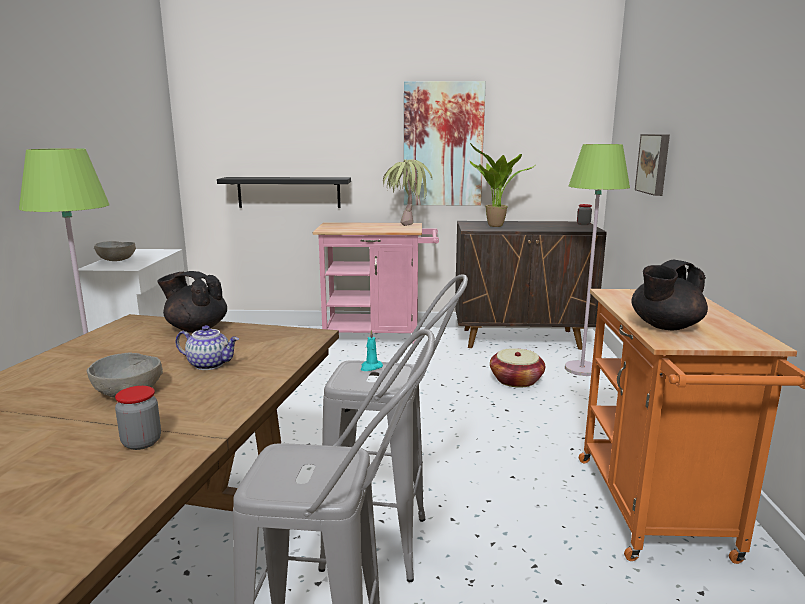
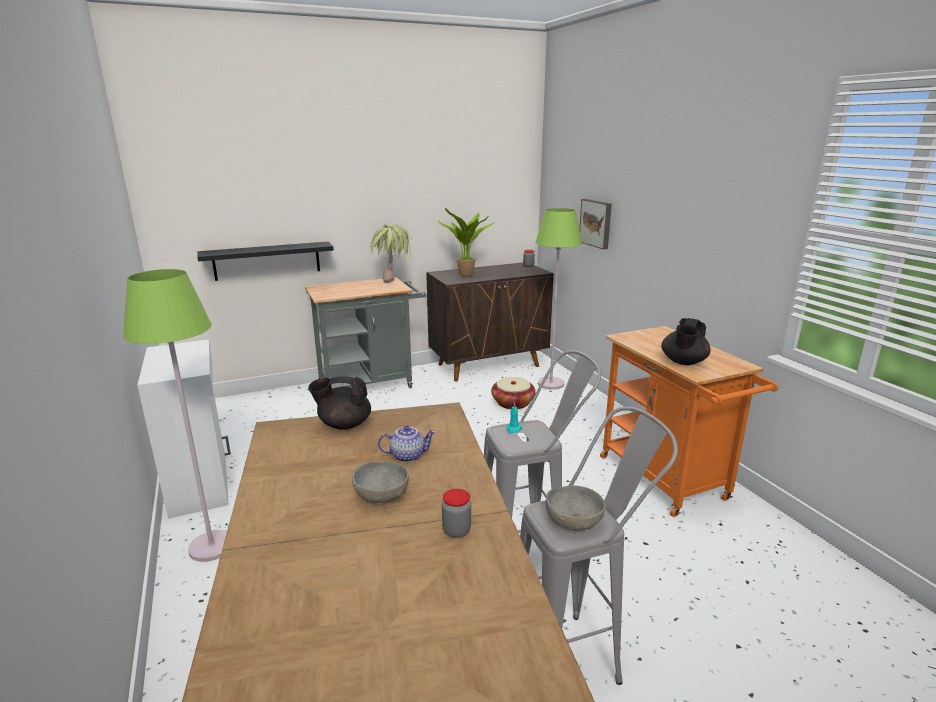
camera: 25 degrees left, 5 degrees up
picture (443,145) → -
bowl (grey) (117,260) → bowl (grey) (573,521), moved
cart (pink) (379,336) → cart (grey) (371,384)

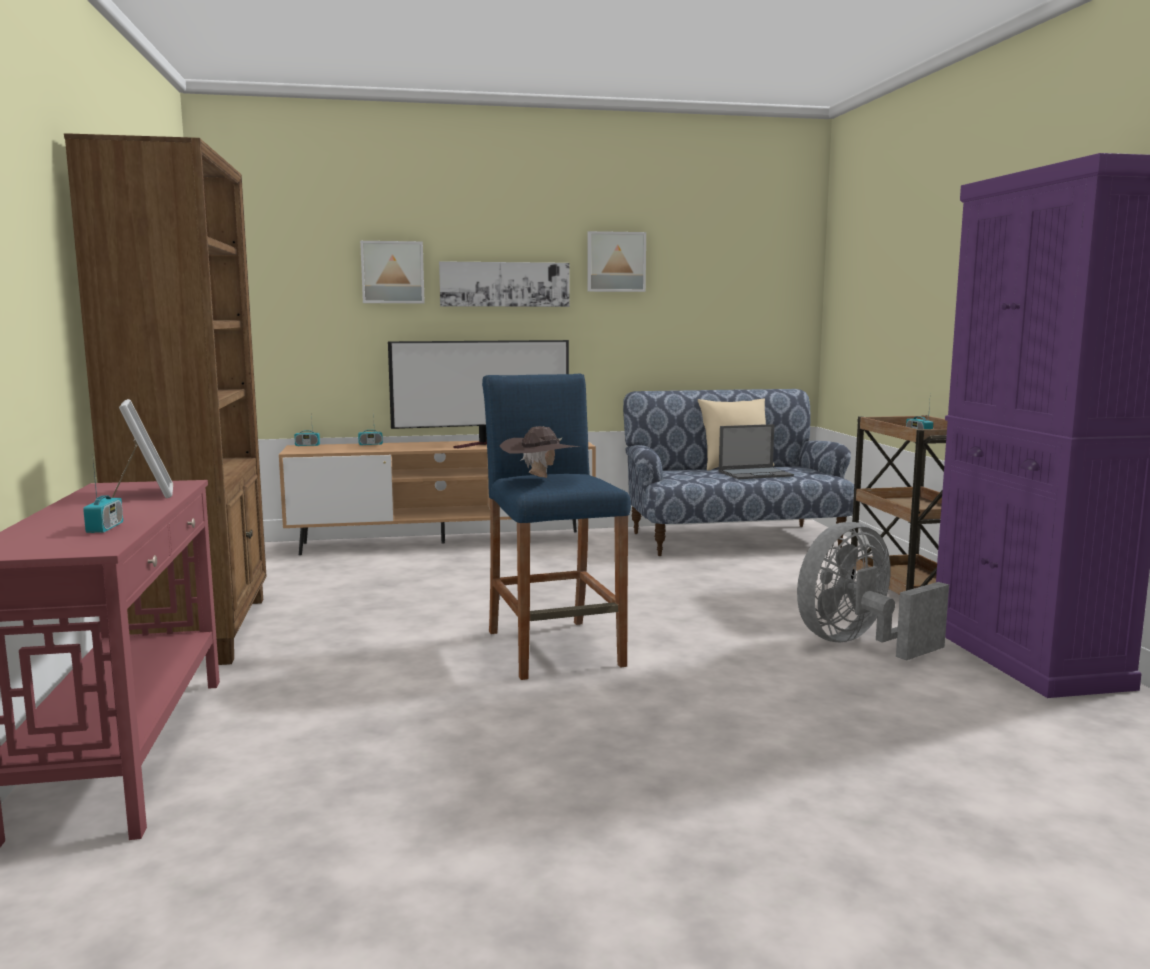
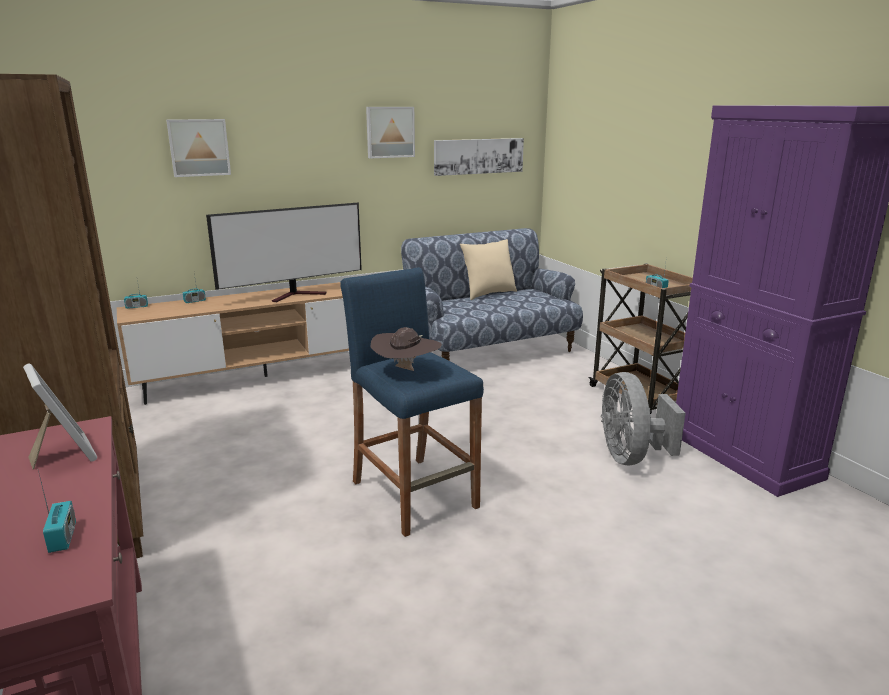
camera: 15 degrees left, 10 degrees up
laptop (756,474) → -
picture (504,284) → picture (478,156), moved
fan (grey) (858,643) → fan (grey) (631,456), 45 degrees counterclockwise

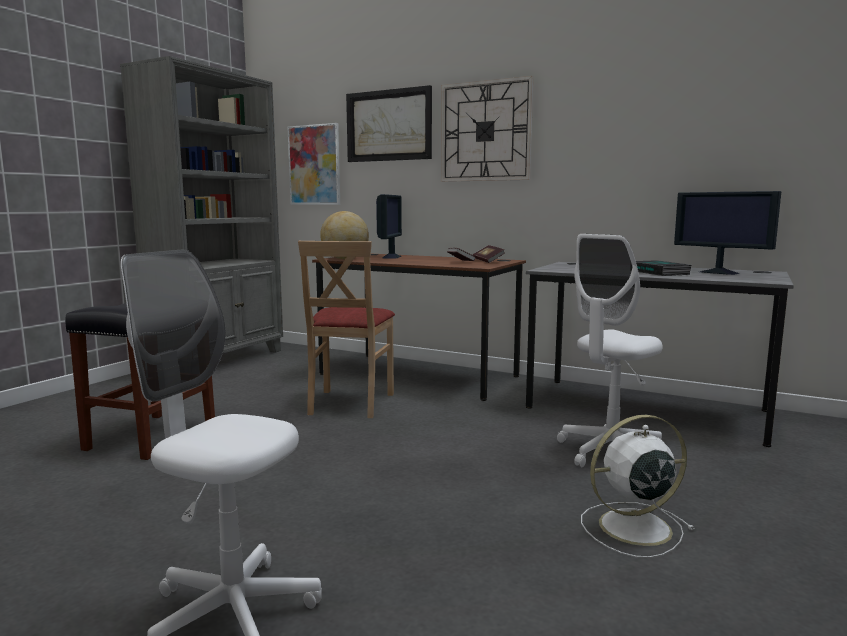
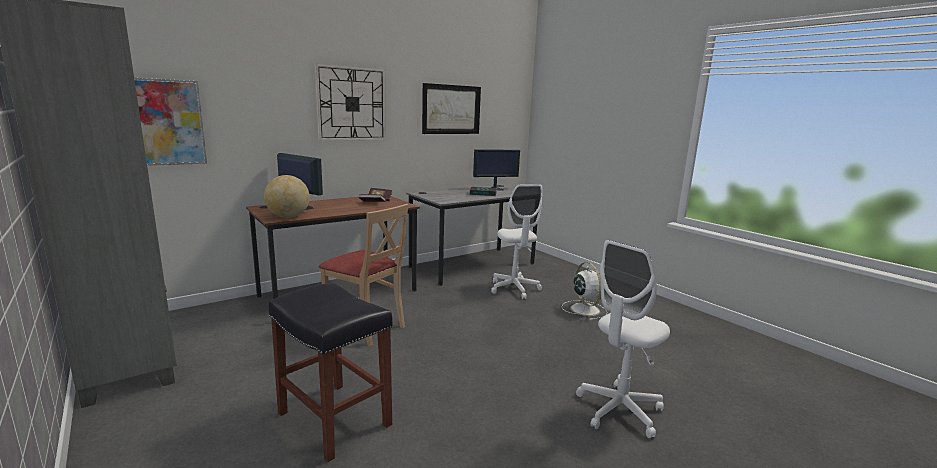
camera: 65 degrees left, 5 degrees up
picture (389,125) → picture (451,109), moved
fan (white) (632,528) → fan (white) (584,309), 150 degrees clockwise

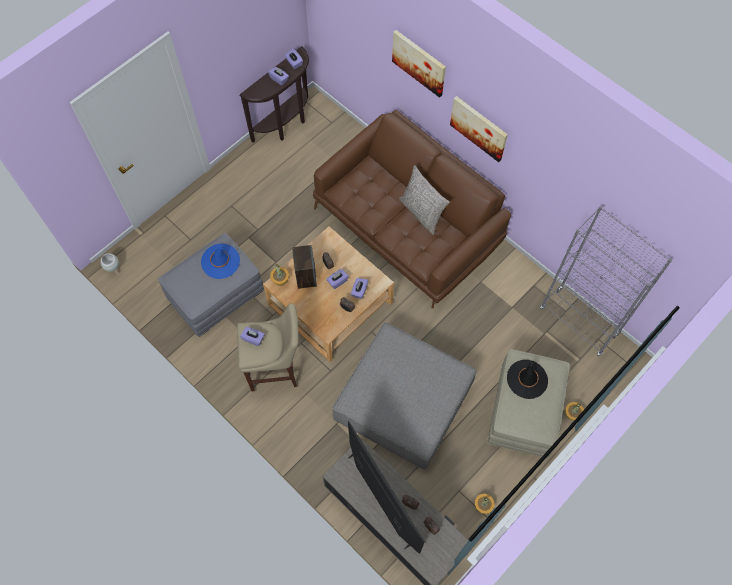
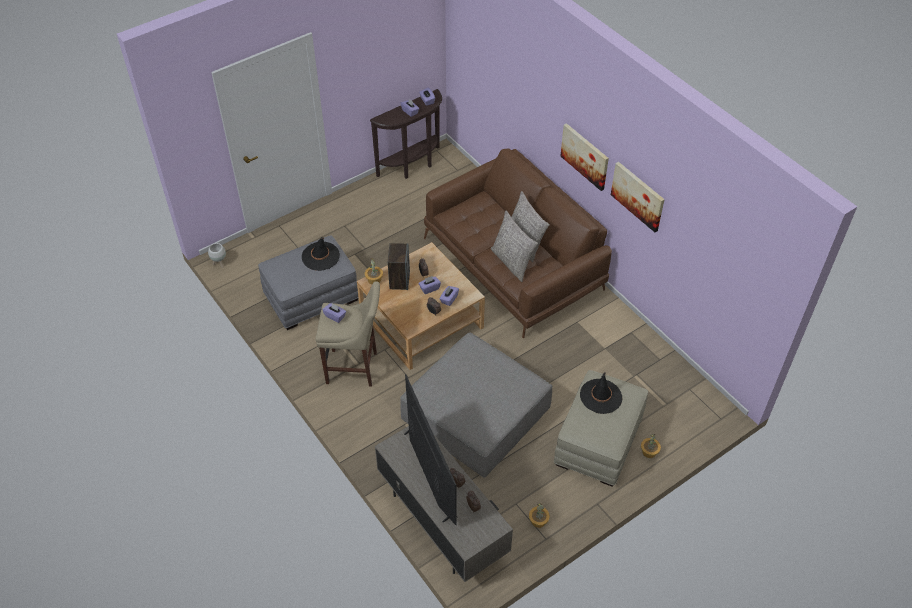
camera: 10 degrees right, 15 degrees down
bookcase (grey) (578,322) → -
- → pillow (grey) (512,262)
picture (419,62) → picture (638,196), moved
hat (blue) (220,261) → hat (black) (320,256)

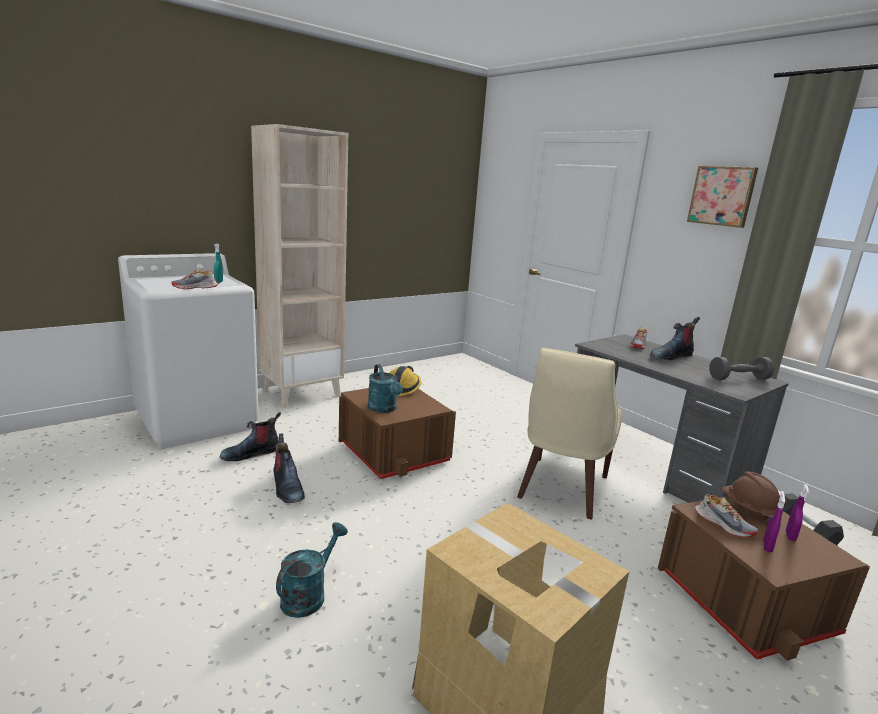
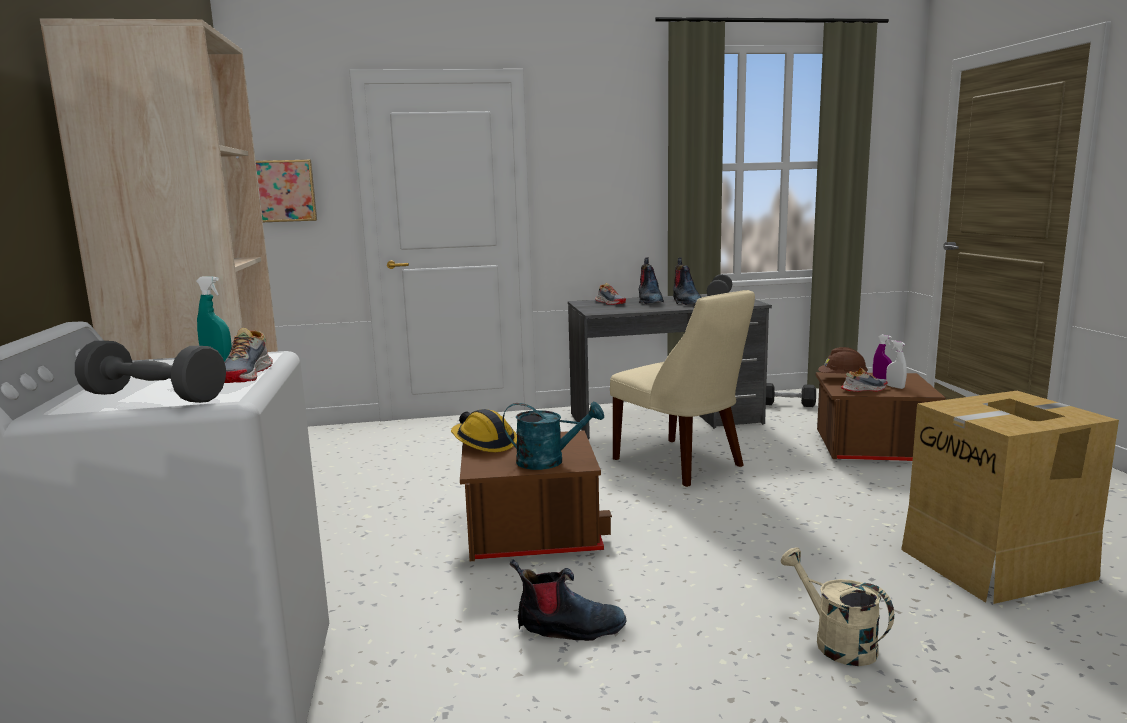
camera: 60 degrees left, 5 degrees down
- → dumbbell (grey) (154,397)
boot (251,453) → boot (685,302), moved
picture (722,196) → picture (283,191), moved
watering can (turquoise) (308,594) → watering can (beige) (836,642)
spray bottle (purple) (767,546) → spray bottle (white) (895,387)

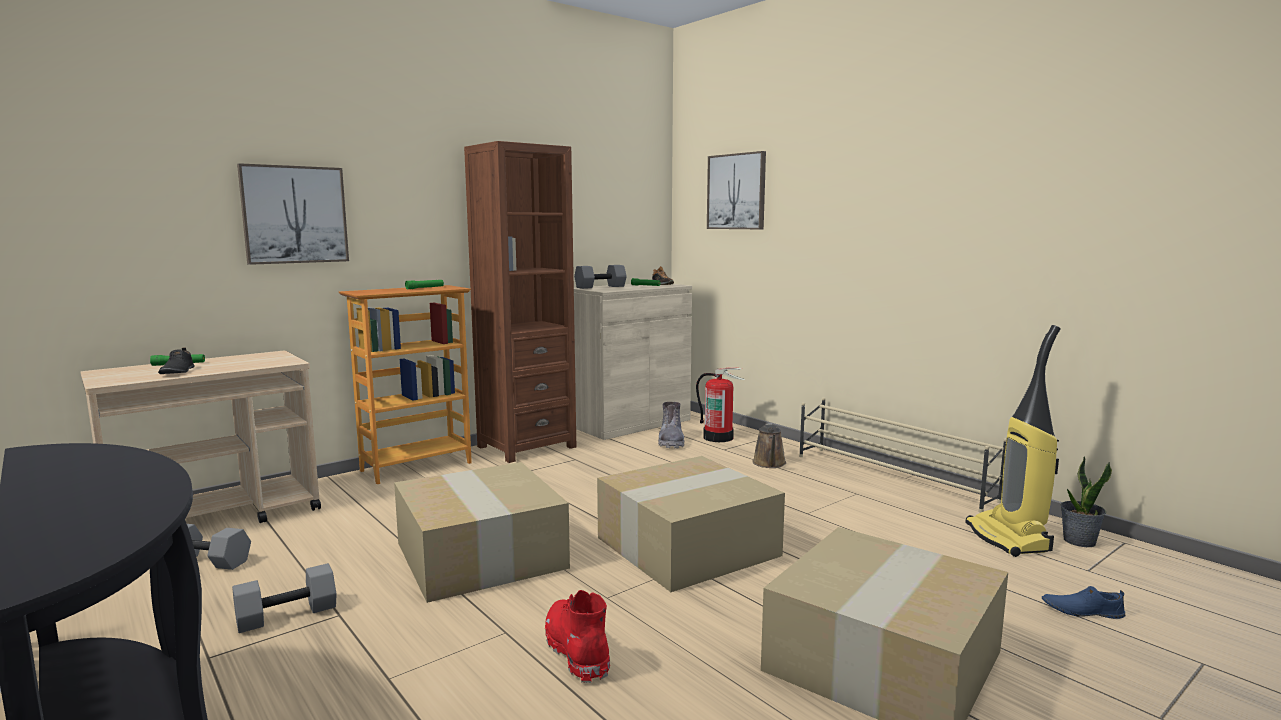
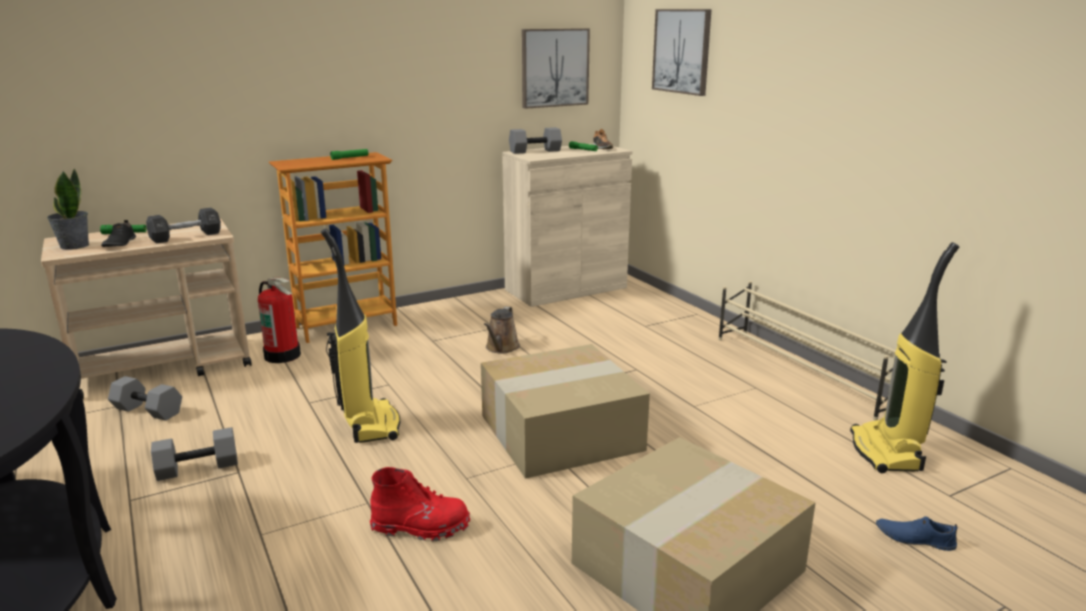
camera: 10 degrees right, 10 degrees up
bookcase (brown) (526,447) → -
boot (grey) (671,442) → -
- → dumbbell (black) (186,236)
picture (294,214) → picture (554,68), moved
fire extinguisher (718,437) → fire extinguisher (283,355), moved
watering can (brown) (769,464) → watering can (brown) (501,348), moved
potted plant (1079,541) → potted plant (74,246), moved
cardboard box (478,555) → vacuum cleaner (370,424)
boot (red) (577,651) → boot (red) (421,527), 105 degrees clockwise

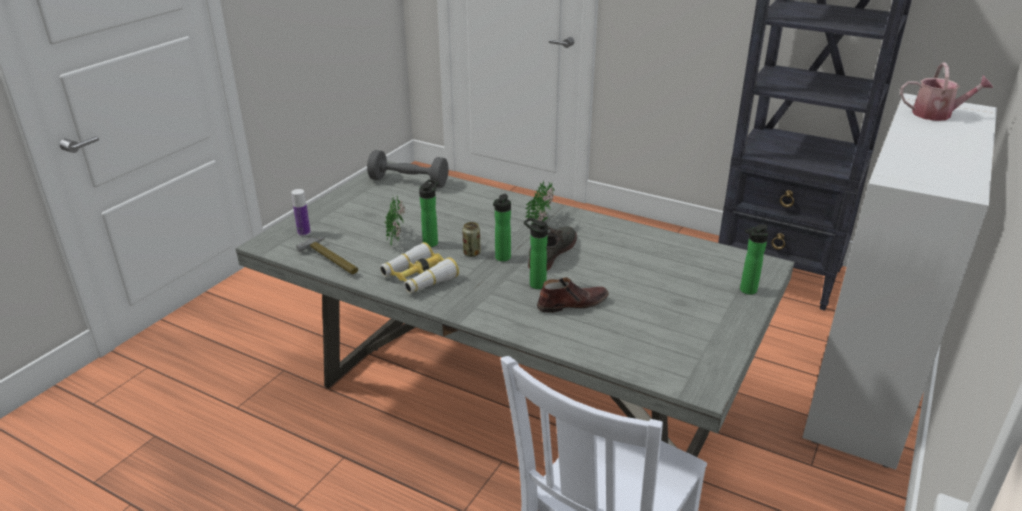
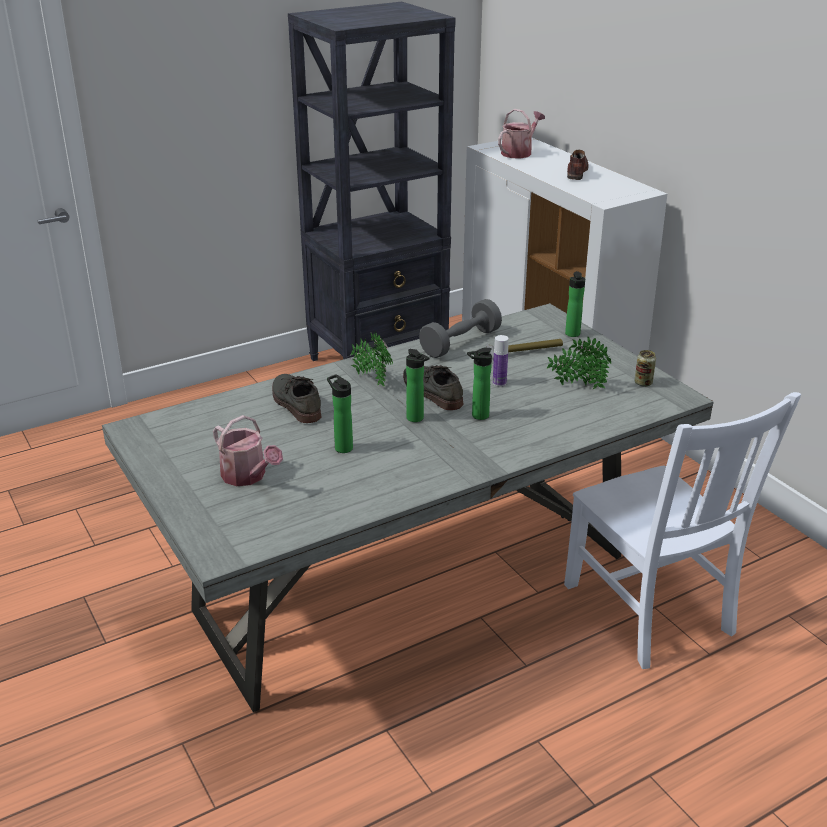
camera: 60 degrees left, 0 degrees up
binoculars (418,277) → -
- → watering can (247,476)
- → shoe (grey) (295,402)
bottle (304,233) → bottle (499,383), moved
hammer (331,261) → hammer (523,352), moved
dumbbell (grey) (408,182) → dumbbell (grey) (460,343), moved
potted plant (394,238) → potted plant (577,386), moved
can (471,253) → can (643,383), moved
shoe (brown) (572,304) → shoe (brown) (576,172), moved

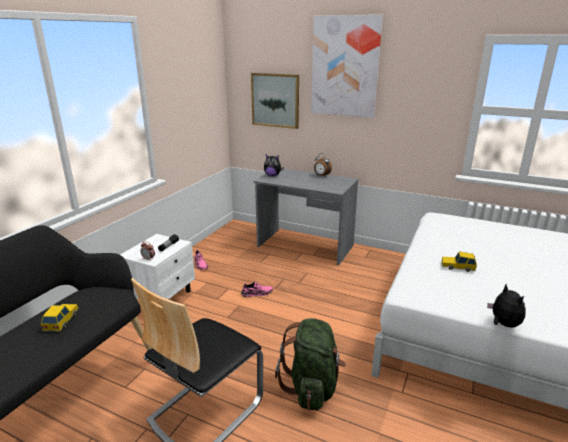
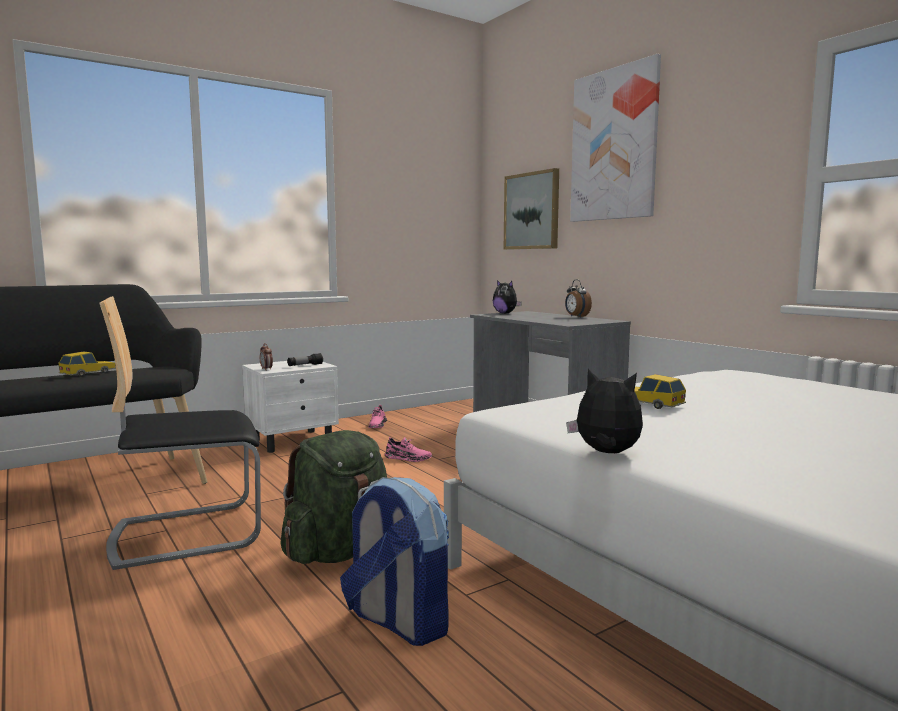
camera: 30 degrees right, 15 degrees down
- → backpack (397,622)
plush toy (503,324) → plush toy (606,453), 75 degrees counterclockwise

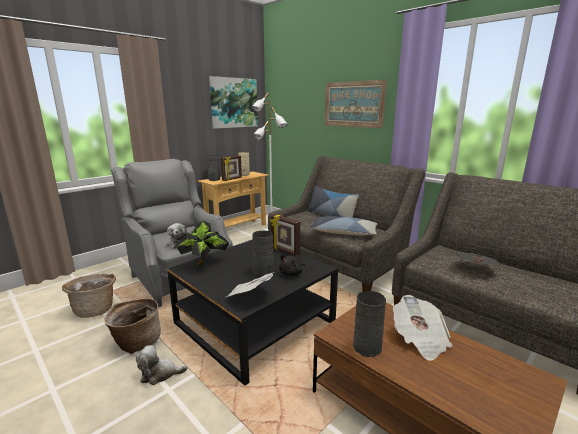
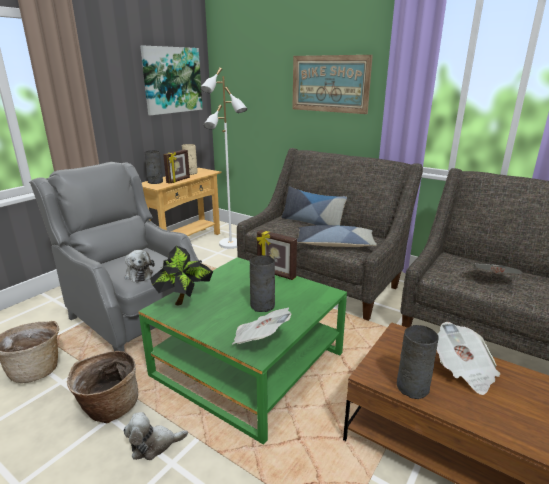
camera: 10 degrees left, 5 degrees up
plush toy (black) (292,273) → -
coffee table (black) (254,323) → coffee table (green) (248,364)

